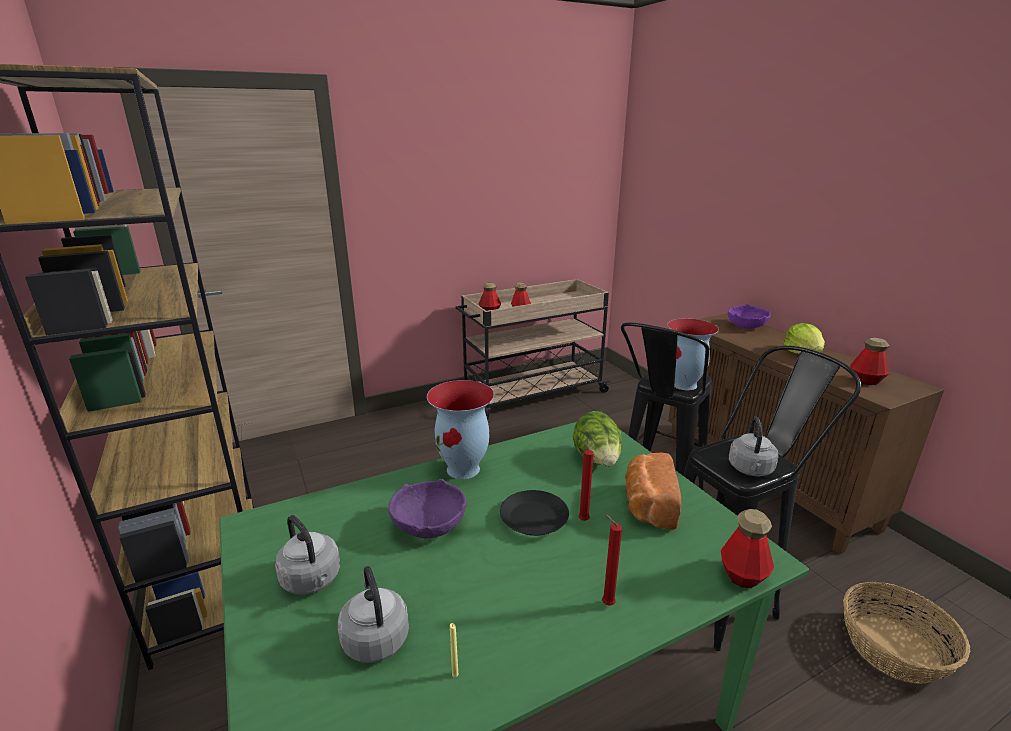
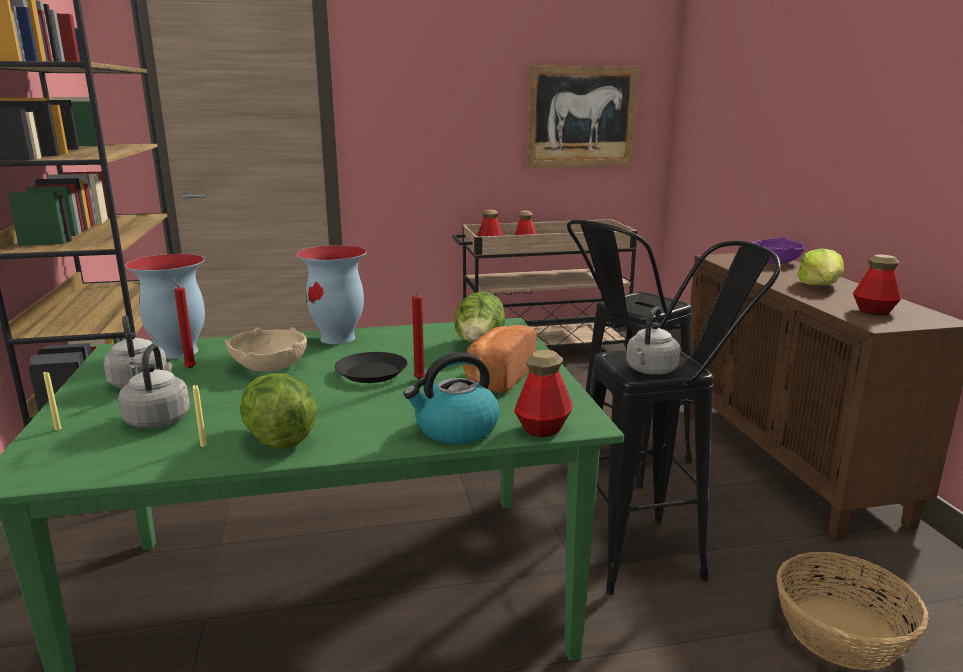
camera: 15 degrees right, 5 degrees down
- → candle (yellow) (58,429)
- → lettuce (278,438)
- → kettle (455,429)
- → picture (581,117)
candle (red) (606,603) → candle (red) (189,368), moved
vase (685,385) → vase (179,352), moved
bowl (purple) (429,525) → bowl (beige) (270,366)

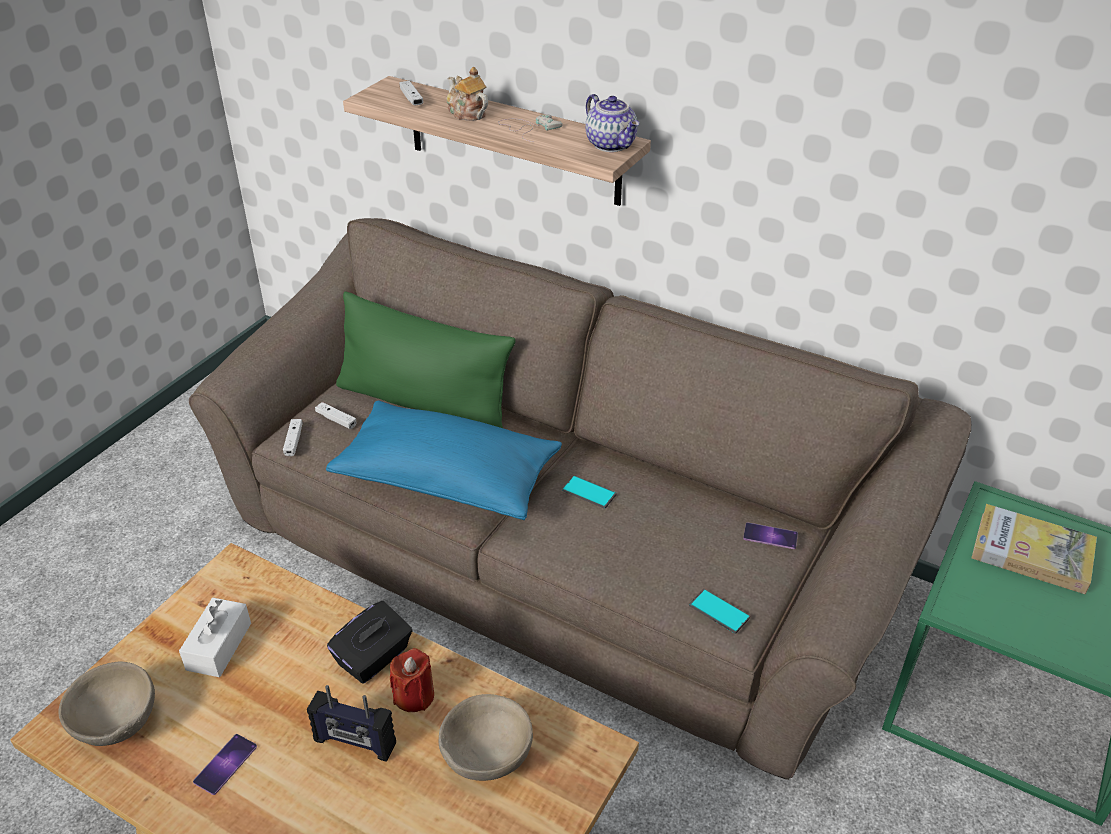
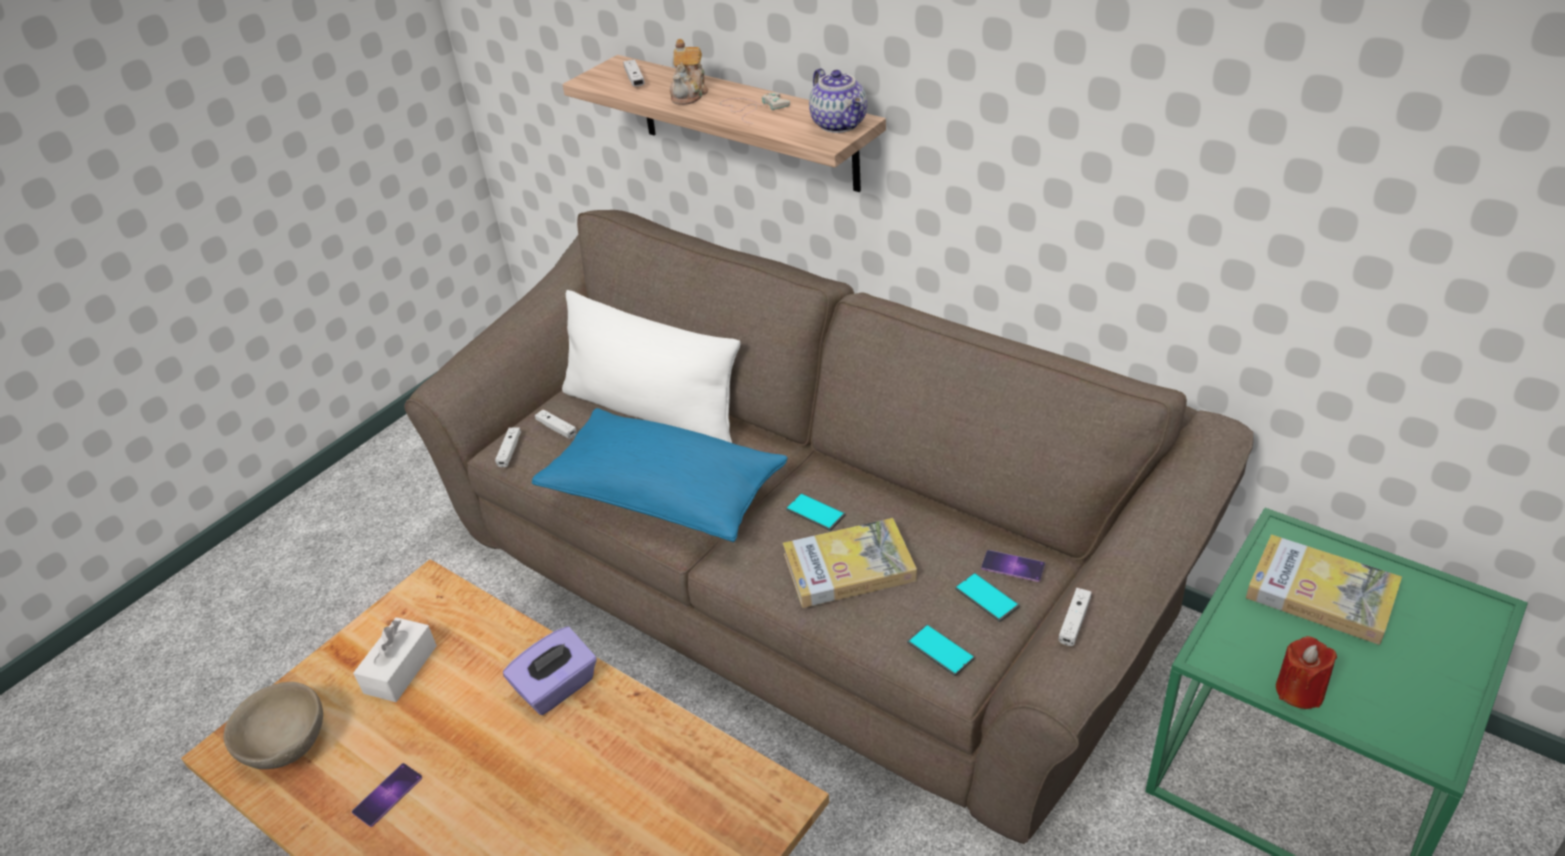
camera: 10 degrees right, 0 degrees up
radio (354,743) → -
bowl (beige) (487,754) → -
- → book (849,567)
- → phone (987,597)
- → game controller (white) (1074,622)
candle (red) (414,696) → candle (red) (1299,691), moved
tissue box (black) (374,658) → tissue box (purple) (557,688)
pillow (green) (424,404) → pillow (white) (652,412)
teapot (466,113) → teapot (690,94), 135 degrees counterclockwise

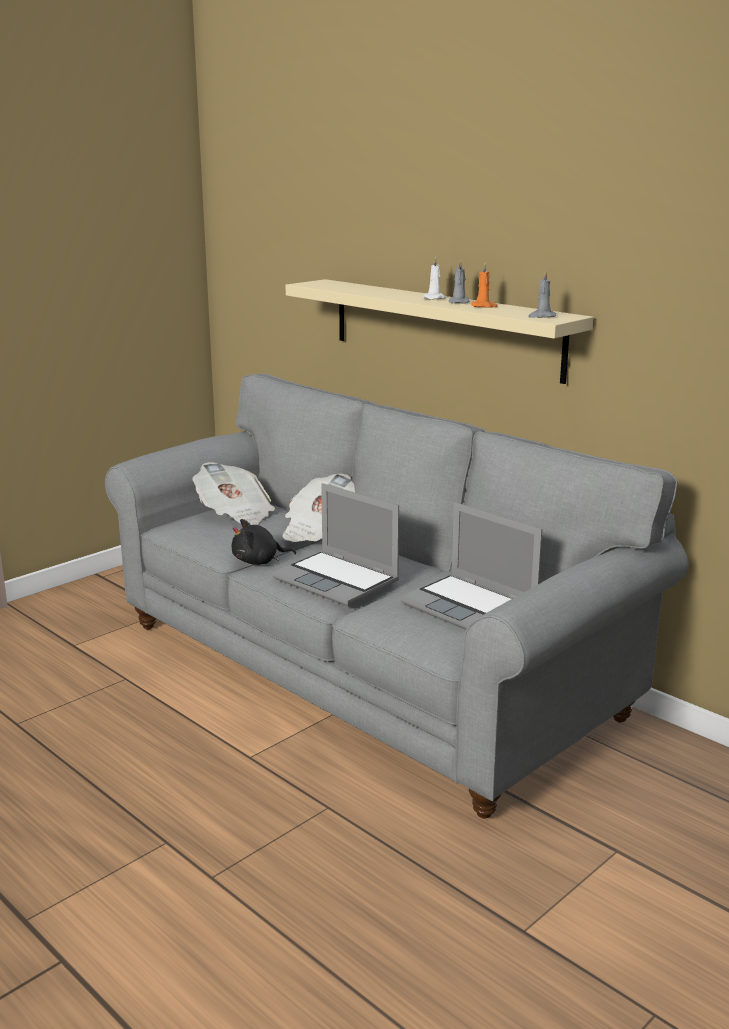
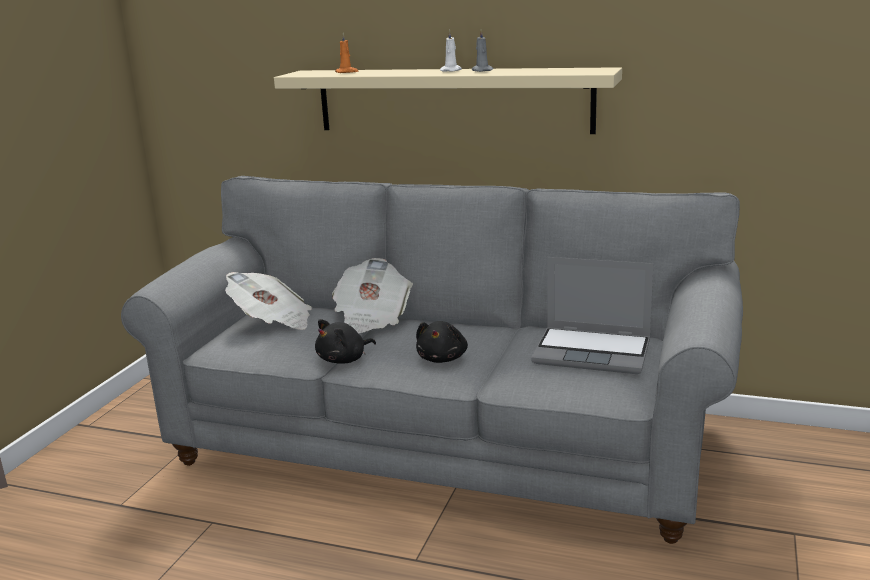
camera: 25 degrees left, 0 degrees up
candle (grey) (541,316) → -
candle (orange) (484,306) → candle (orange) (347,72), moved
laptop (338,580) → plush toy (black) (442,358)

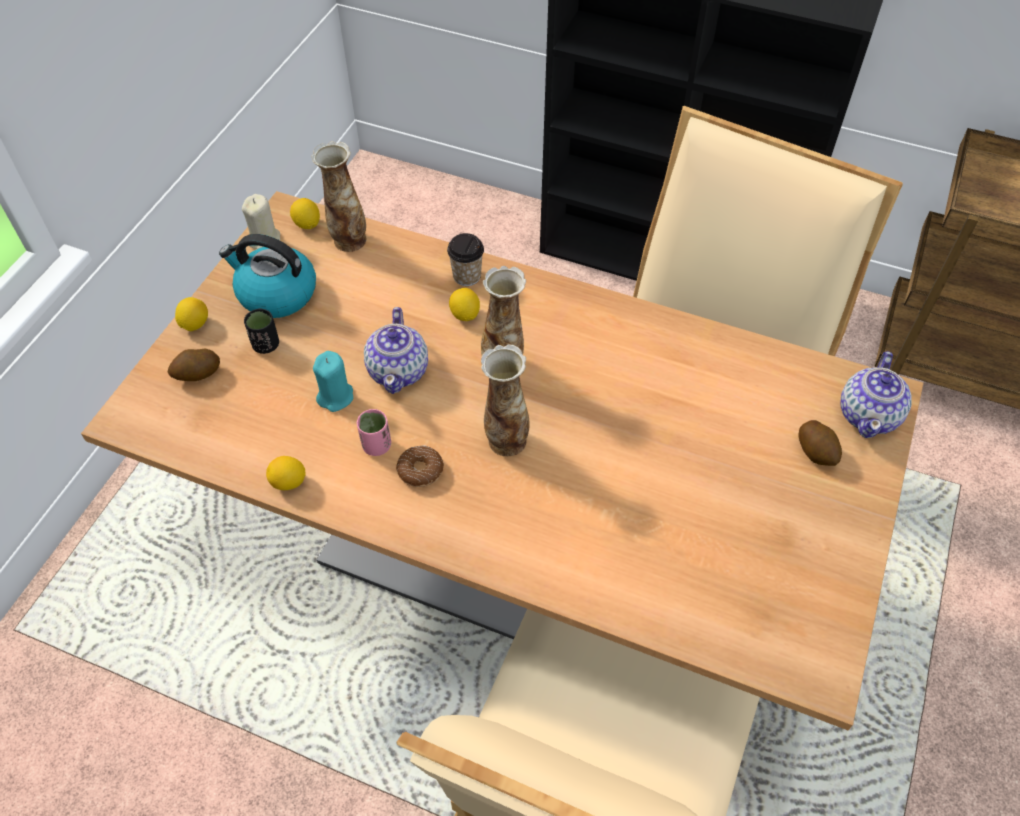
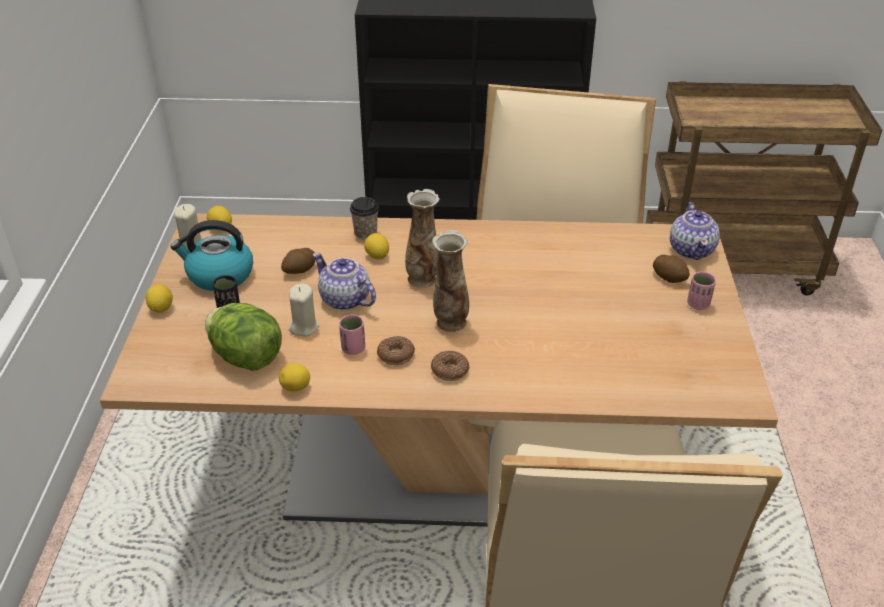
camera: 20 degrees left, 15 degrees down
vase (348,240) → -
- → lettuce (246,357)
- → donut (449,370)
- → cup (pink) (698,304)
potato (197,374) → potato (299,270), moved
candle (turquoise) (336,396) → candle (beige) (304,327)
teapot (399,370) → teapot (345,300), 150 degrees clockwise

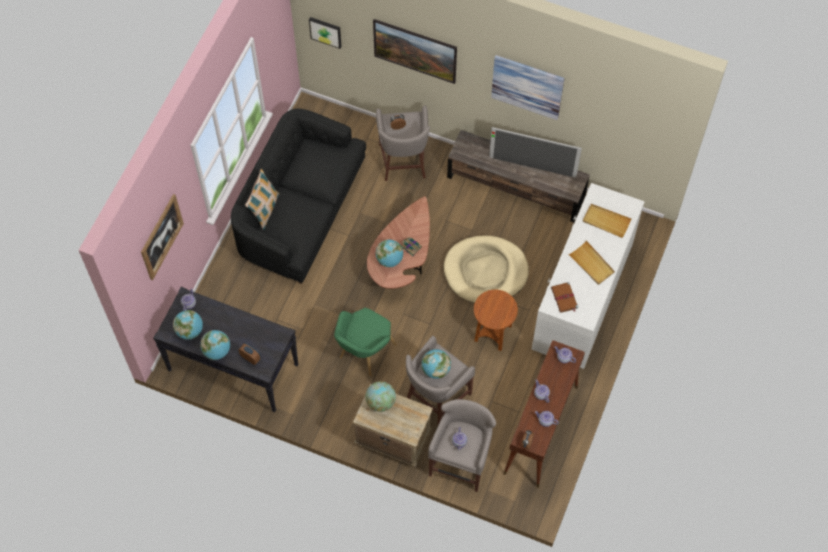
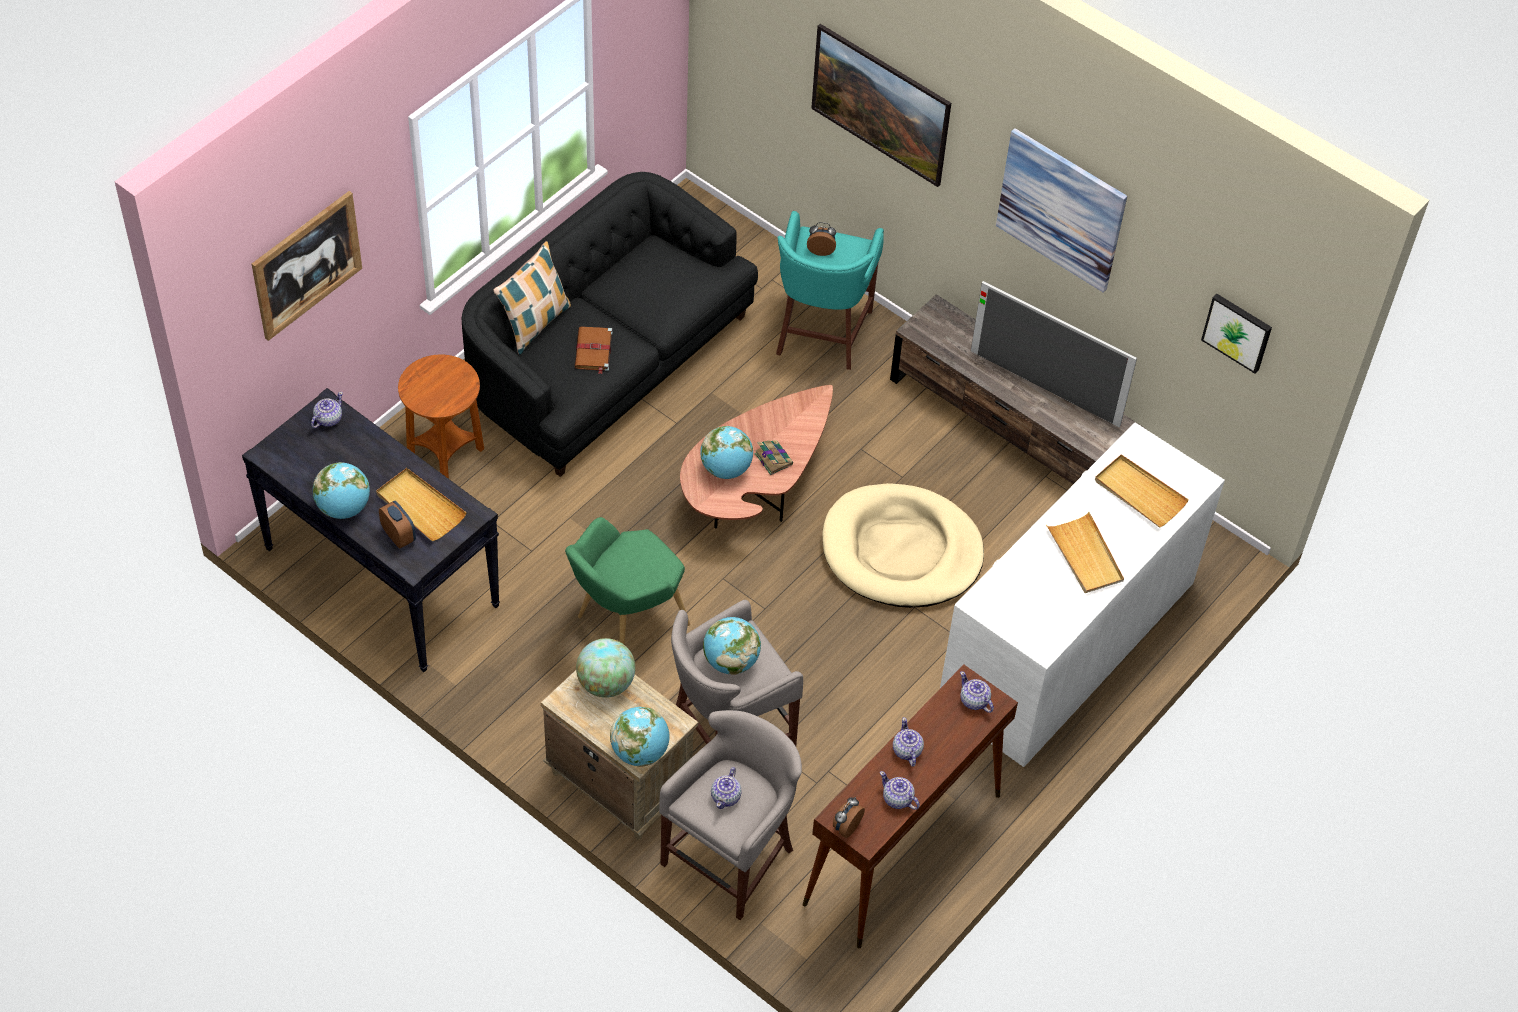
camera: 15 degrees right, 10 degrees down
- → tray (beige) (420,507)
globe (190,331) → globe (640,752), moved
picture (325,31) → picture (1238,331), moved
side table (brown) (492,333) → side table (brown) (445,451), moved
book (brown) (564,298) → book (brown) (593,351), moved
stool (grey) (403,162) → stool (turquoise) (821,334)

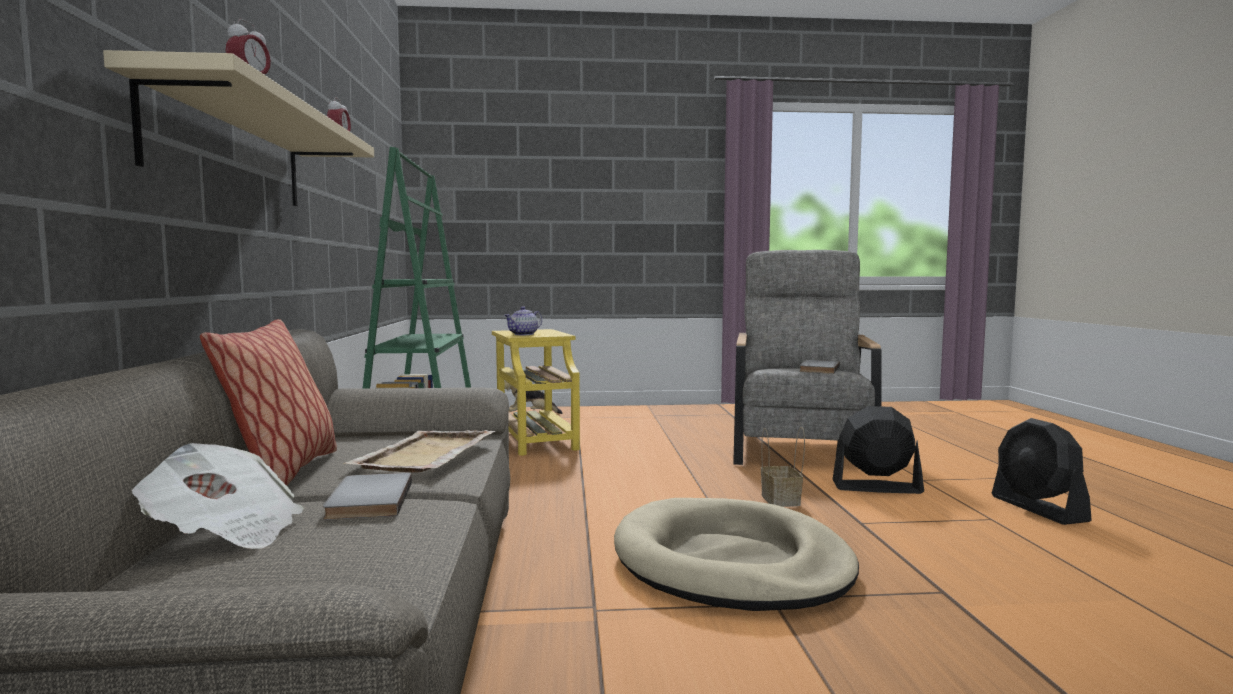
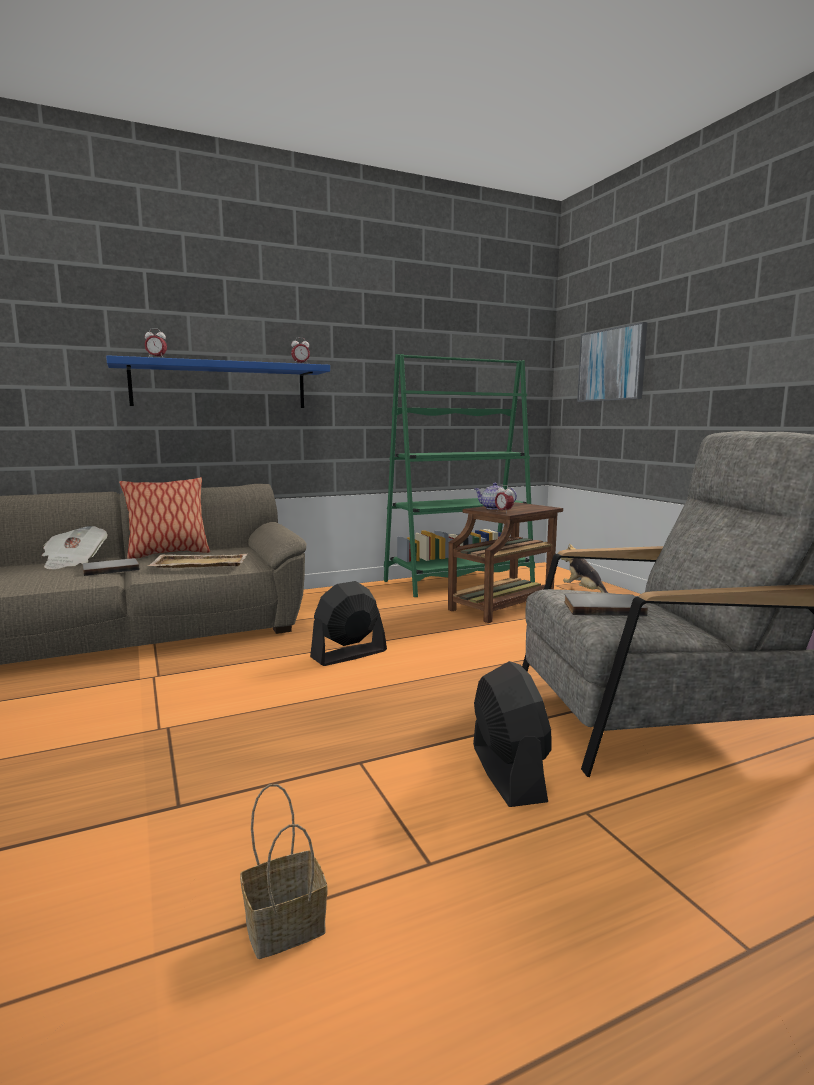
camera: 70 degrees right, 5 degrees up
dog bed (beige) (730,563) → -
- → alarm clock (503,512)
- → picture (612,364)
basket (782,500) → basket (283,928), moved
fan (black) (1038,509) → fan (black) (348,654), moved
shelf (beige) (231,151) → shelf (blue) (220,386)
side table (yellow) (535,439) → side table (brown) (503,606)

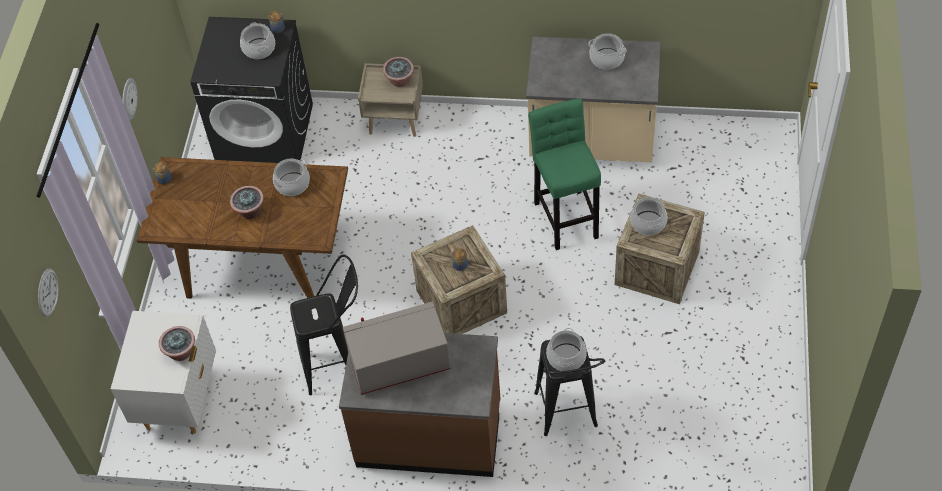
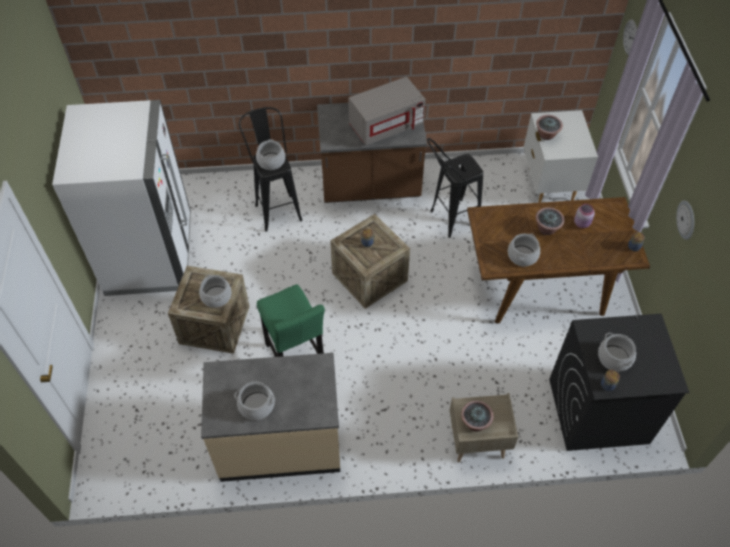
camera: 165 degrees right, 0 degrees up
- → fridge (white) (150,255)
- → jar (pink) (582,223)

